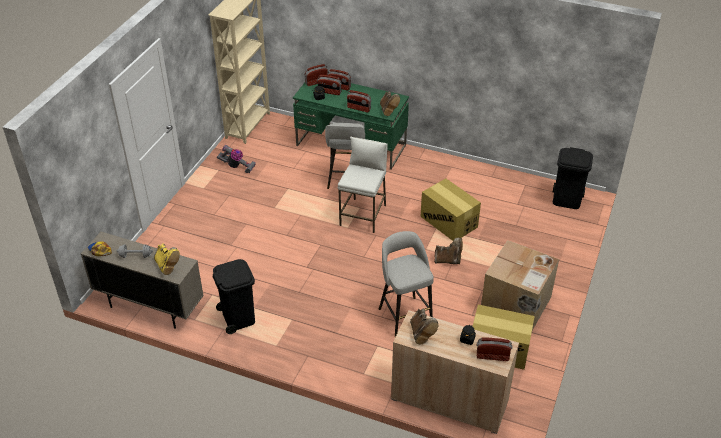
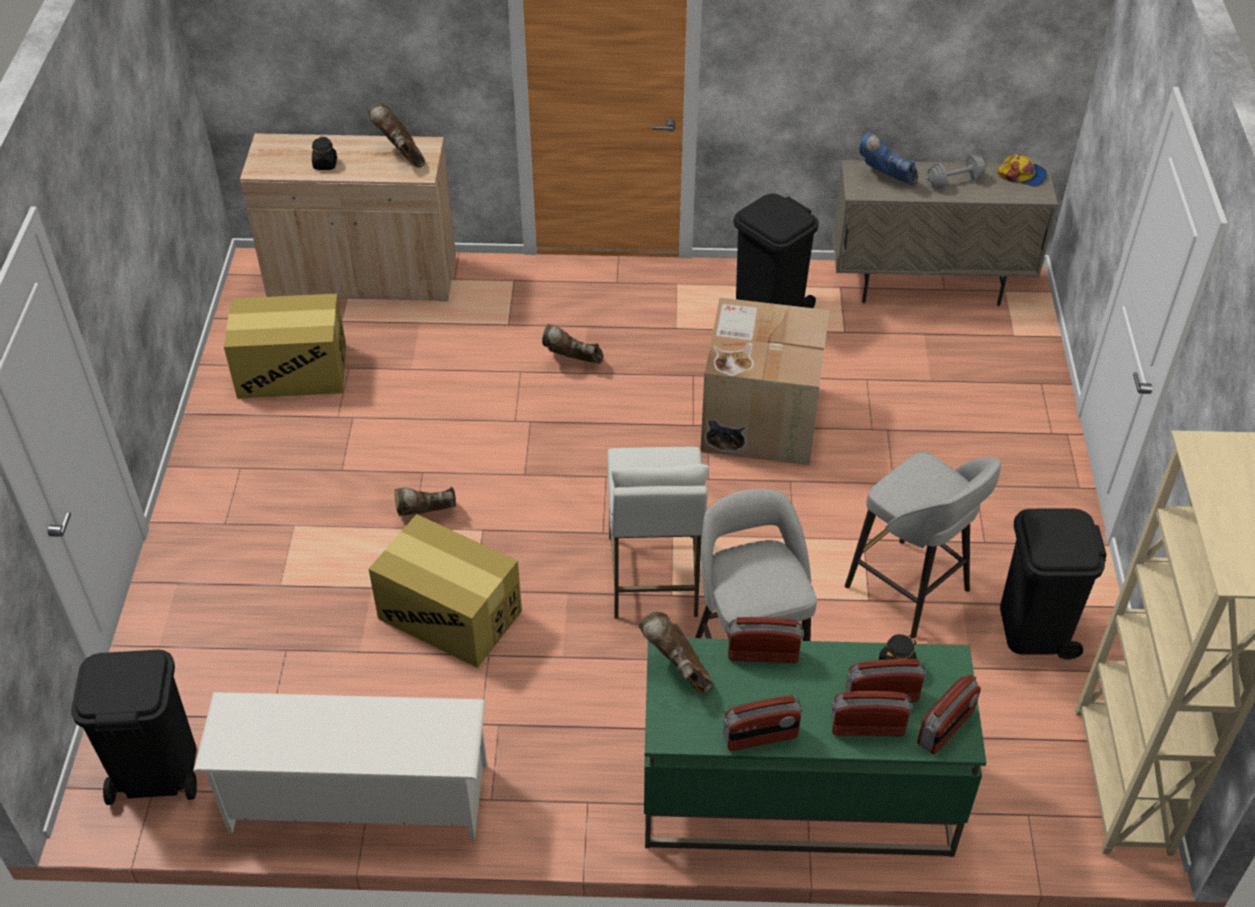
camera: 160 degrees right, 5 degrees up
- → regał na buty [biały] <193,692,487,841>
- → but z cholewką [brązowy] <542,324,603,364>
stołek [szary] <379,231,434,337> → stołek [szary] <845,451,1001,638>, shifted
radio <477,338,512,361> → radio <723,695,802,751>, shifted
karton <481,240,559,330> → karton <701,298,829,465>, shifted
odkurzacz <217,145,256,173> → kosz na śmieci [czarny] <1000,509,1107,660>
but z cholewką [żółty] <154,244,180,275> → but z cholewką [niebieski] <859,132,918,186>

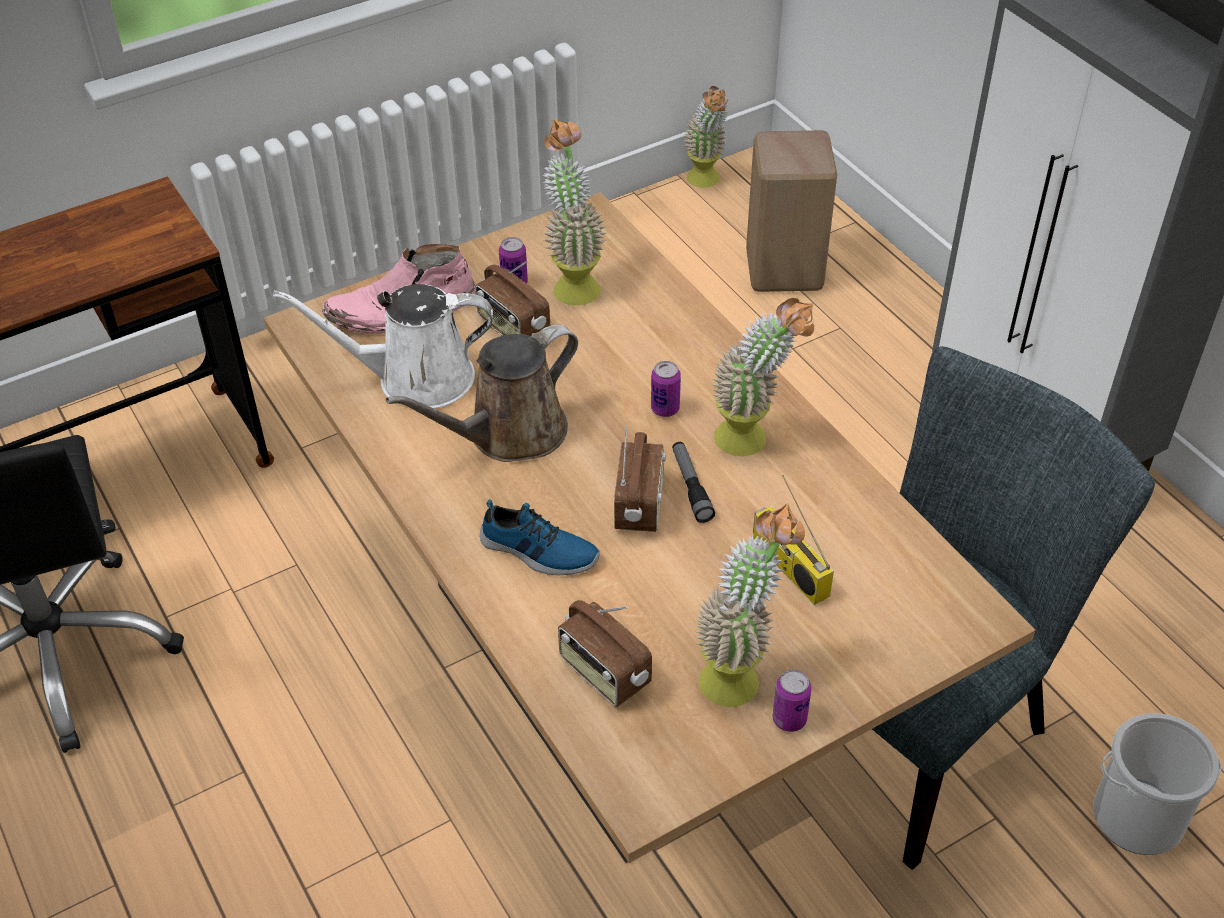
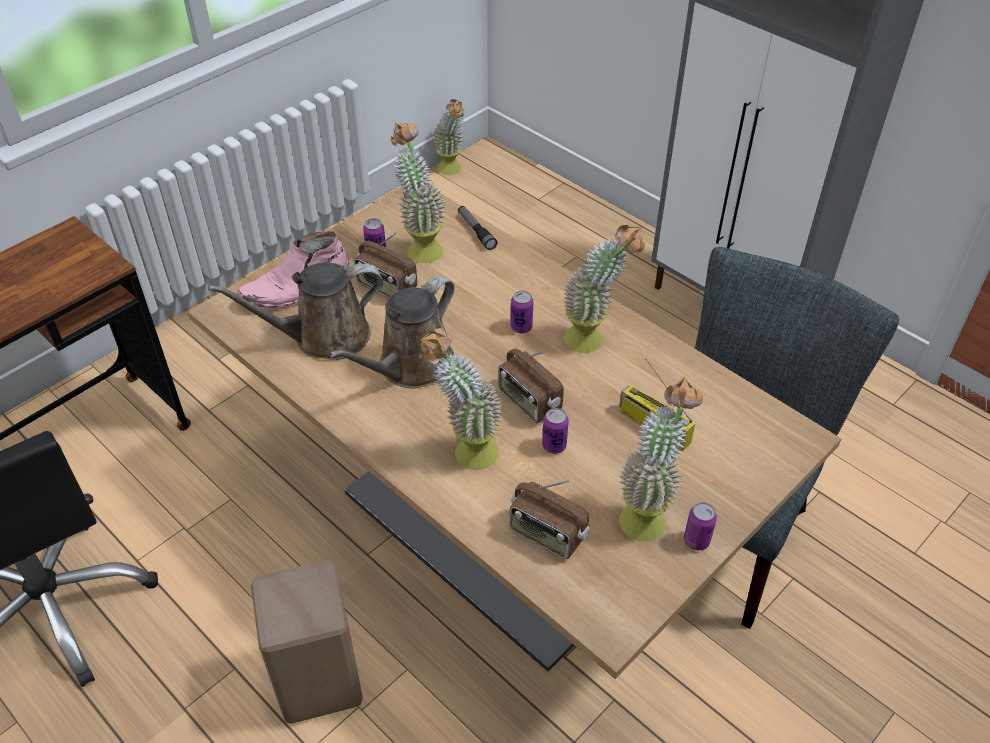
camera: 15 degrees left, 0 degrees up
wiadro <1093,713,1221,855> → -
- → puszka <542,408,569,454>
latarka <672,442,715,523> → latarka <458,206,498,250>, shifted
stołek [beżowy] <746,130,837,292> → stołek [beżowy] <251,560,363,723>, shifted
but <480,499,600,575> → roślina doniczkowa <419,328,503,470>
konewka [biały] <273,284,493,408> → konewka [brązowy] <208,263,383,360>
radio <614,425,666,532> → radio <499,349,564,423>, 150 degrees clockwise

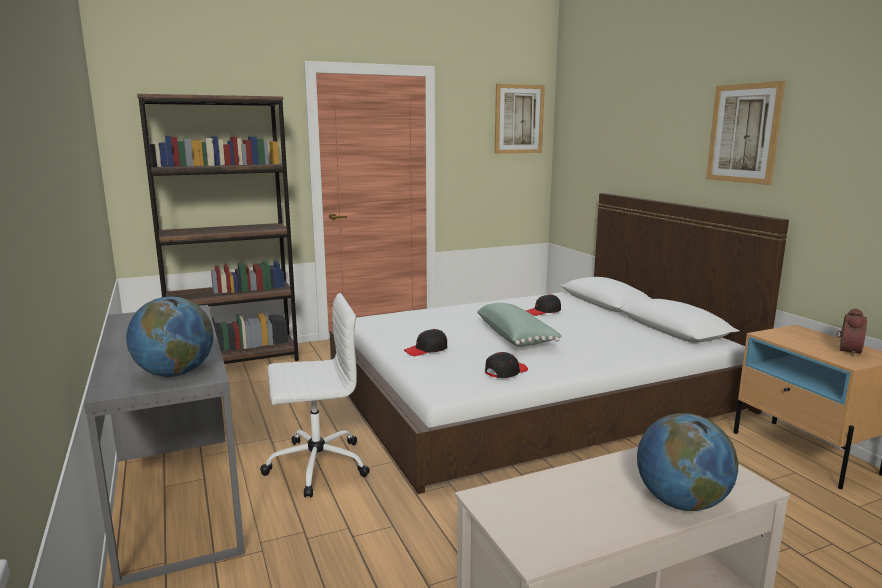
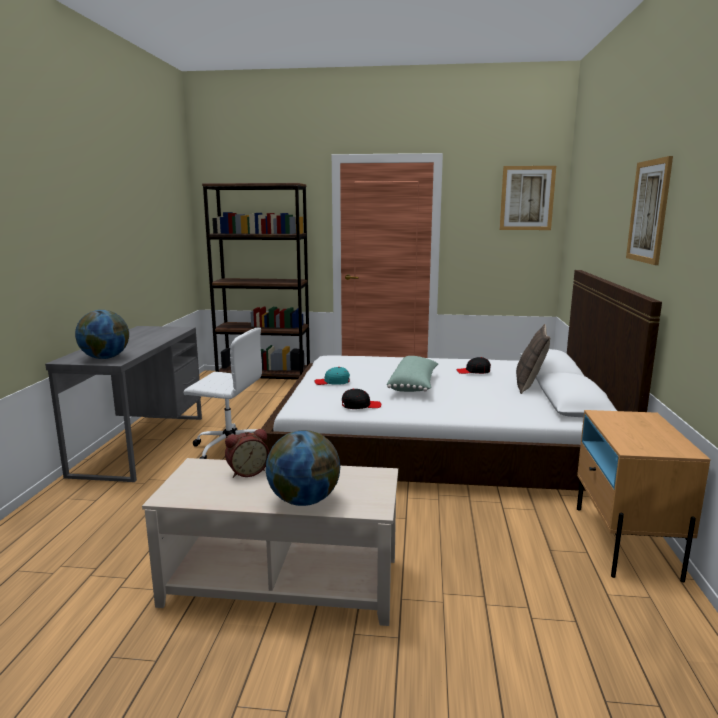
camera: 30 degrees right, 0 degrees up
- → poduszka <516,324,550,394>
budzik <836,308,867,356> → budzik <225,429,269,478>, shifted
czapka z daszkiem [czarny] <404,329,447,356> → czapka z daszkiem [turkusowy] <315,367,350,385>

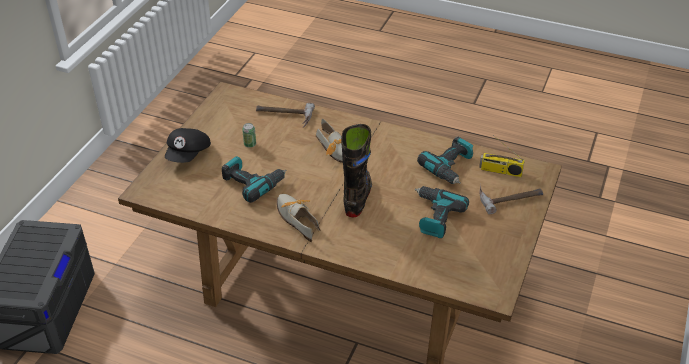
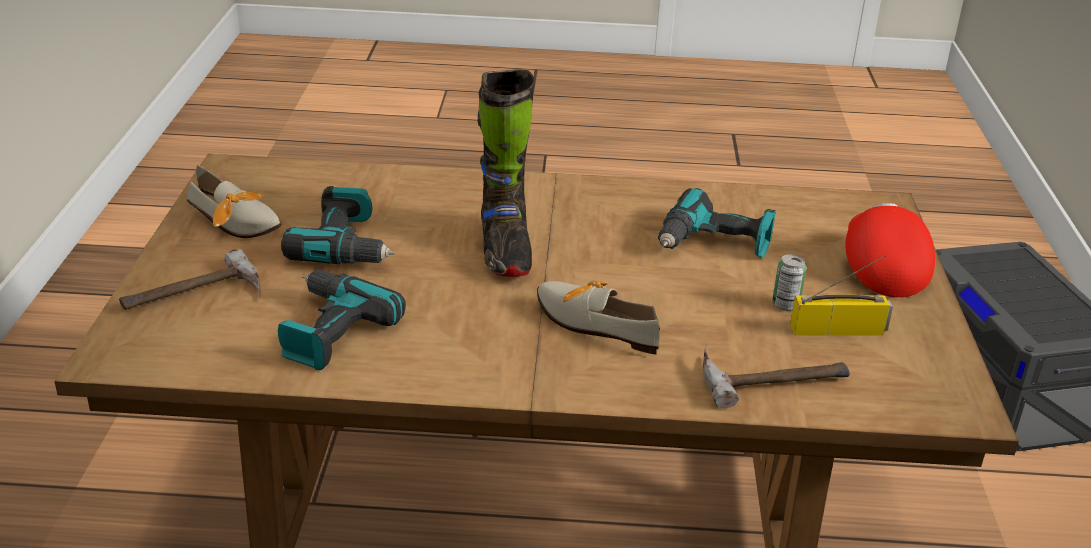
camera: 160 degrees right, 10 degrees down
but <277,194,321,243> → but <187,165,282,238>, shifted
radio <479,135,525,177> → radio <790,255,893,336>, shifted
czapka z daszkiem [czarny] <165,128,211,163> → czapka z daszkiem [czerwony] <845,203,935,297>

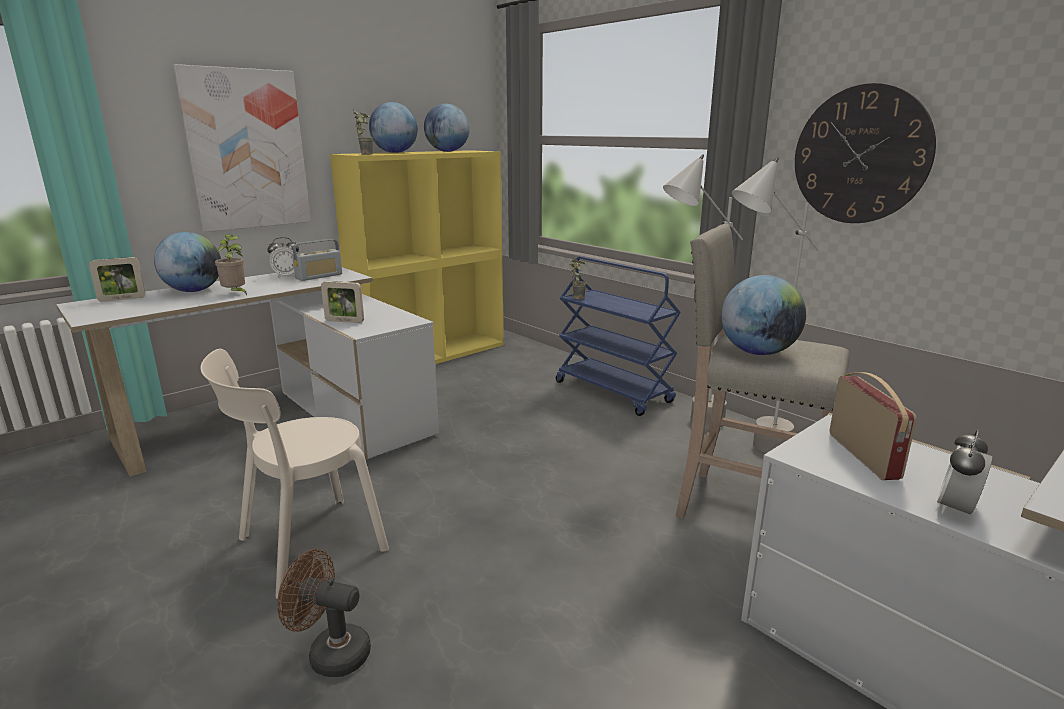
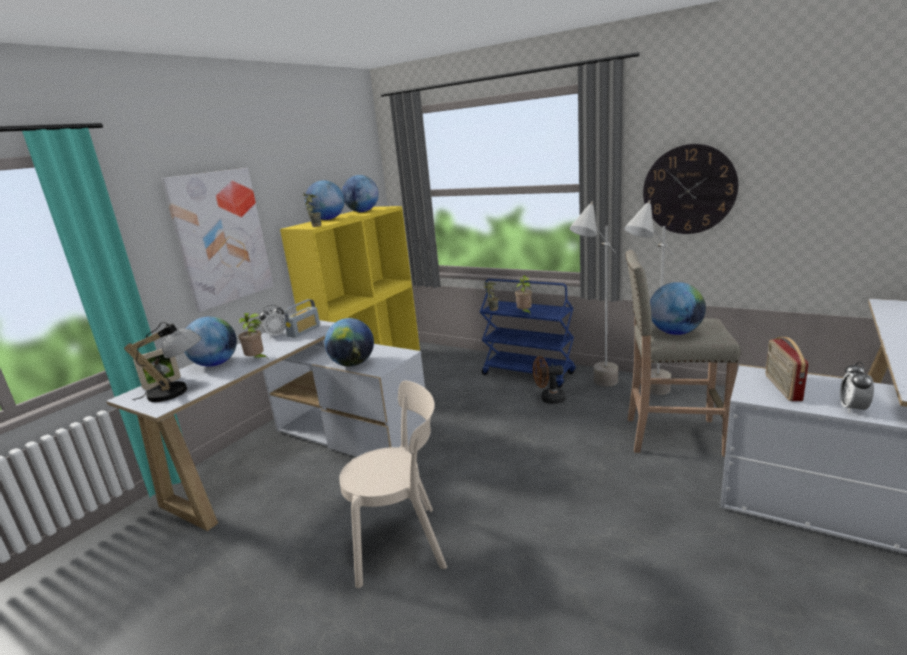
camera: 15 degrees left, 0 degrees up
- → lampa stołowa <124,322,201,402>
- → roślina doniczkowa <515,275,532,315>
wentylator [brązowy] <277,549,371,677> → wentylator [brązowy] <533,356,566,404>, shifted
ramka na zdjęcie <321,281,364,323> → globus <325,318,374,367>
krzesło [beżowy] <200,349,389,599> → krzesło [beżowy] <340,381,447,588>, 135 degrees counterclockwise
radio <829,372,917,480> → radio <765,337,809,401>, 150 degrees counterclockwise

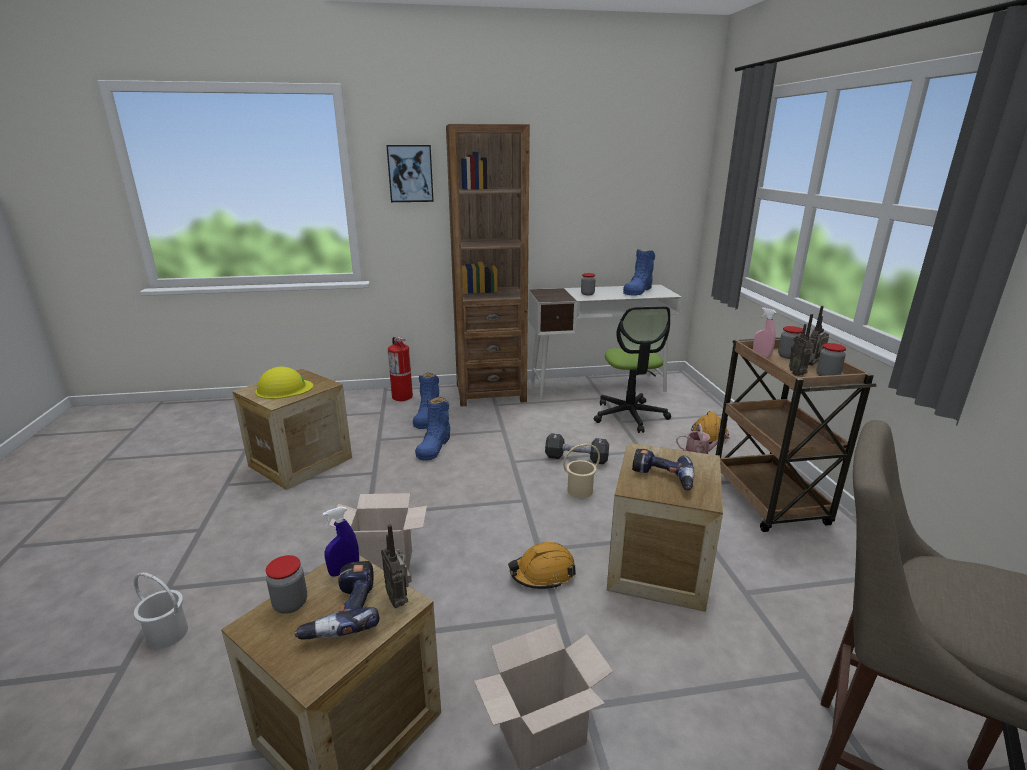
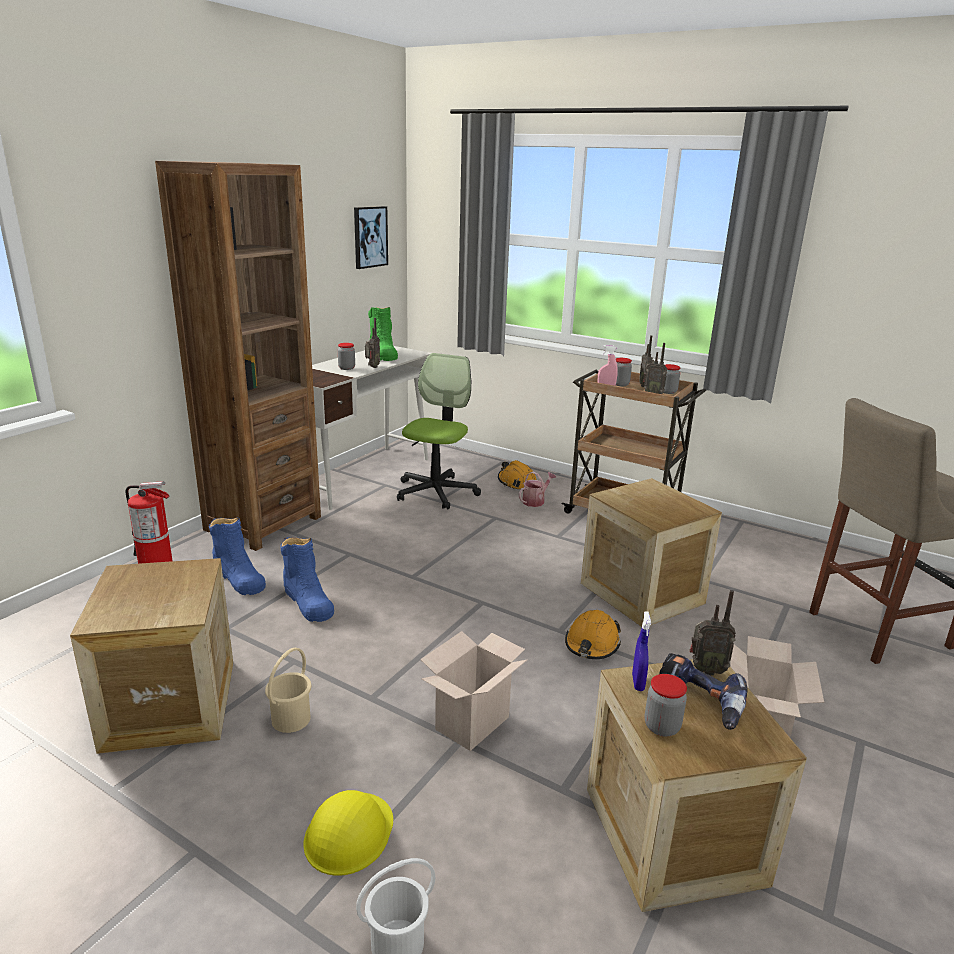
camera: 50 degrees left, 0 degrees up
hantel [czarny] <545,433,609,464> → -
wiertarka <632,449,695,490> → -
- → radio <365,318,380,368>
kask [żółty] <255,367,313,399> → kask [żółty] <303,790,393,876>, shifted
obraz <386,145,434,202> → obraz <354,206,388,269>, shifted
wiadro [beżowy] <563,443,600,498> → wiadro [beżowy] <265,648,311,733>, shifted
but z cholewką [niebieski] <623,249,655,295> → but z cholewką [zielony] <368,307,398,361>
krzesło biurowe <594,306,671,433> → krzesło biurowe <397,353,481,509>, 105 degrees counterclockwise

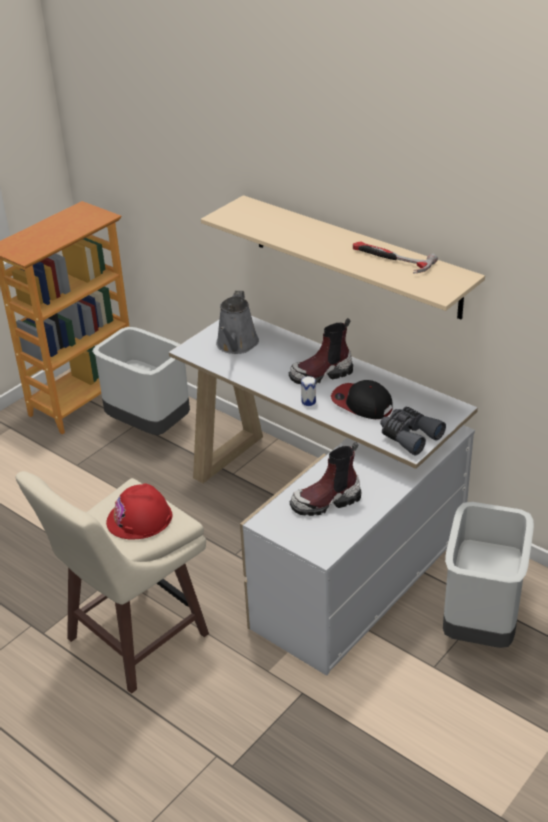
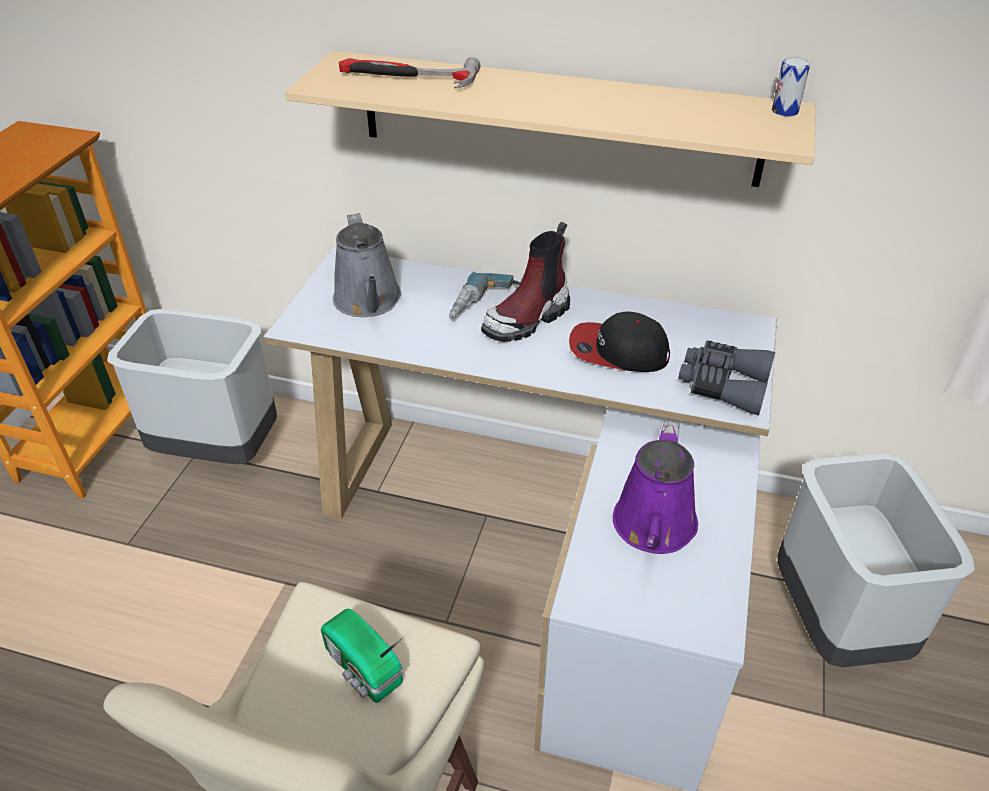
camera: 25 degrees left, 5 degrees up
- → wiertarka <449,272,520,319>
puszka <301,376,316,406> → puszka <772,57,810,117>, shifted
młotek <353,241,438,273> → młotek <339,57,480,89>, shifted
kask [czerwony] <106,483,172,540> → radio <321,609,403,703>
but z cholewką <290,442,361,516> → konewka [fioletowy] <613,421,698,554>

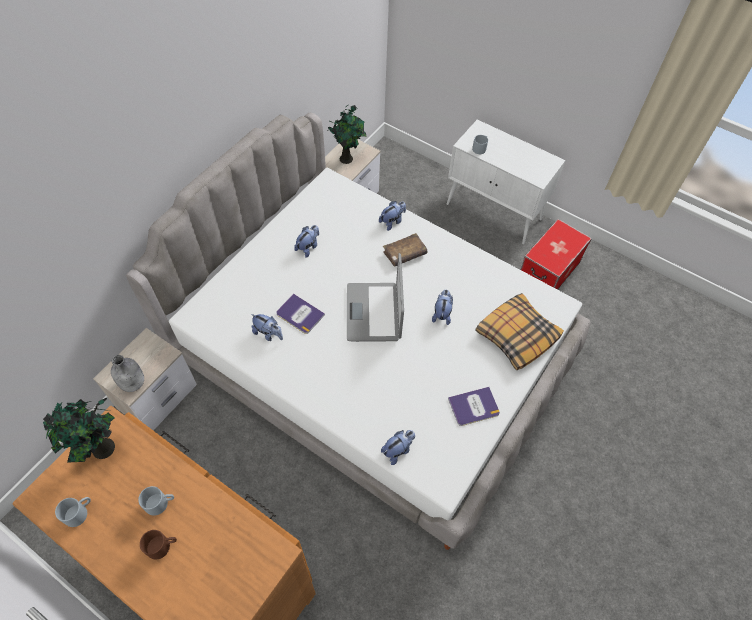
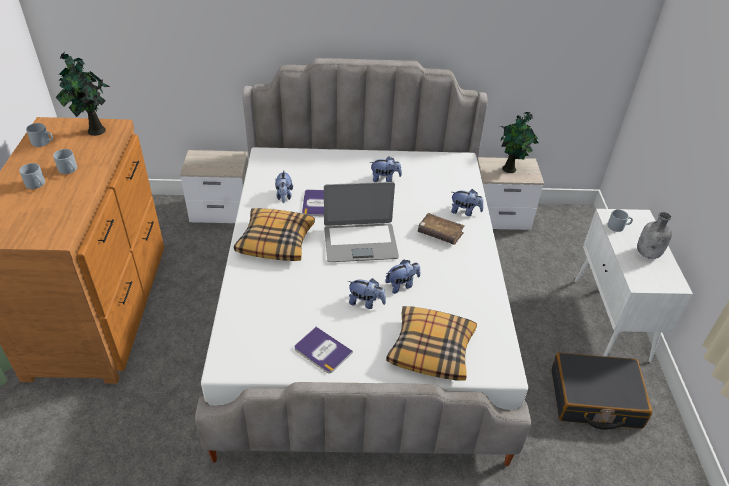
camera: 55 degrees right, 15 degrees down
- → poduszka <234,208,315,261>
butelka [szary] <111,355,144,392> → butelka [szary] <637,212,672,259>, shifted
pluszak <381,430,415,465> → pluszak <348,278,386,309>, shifted
pojemnik do przechowywania <521,219,592,290> → walizka [czarny] <551,352,652,430>
kubek [brązowy] <140,530,177,559> → kubek [szary] <19,163,45,189>
laptop <347,253,404,342> → laptop <324,182,399,262>, 150 degrees counterclockwise

